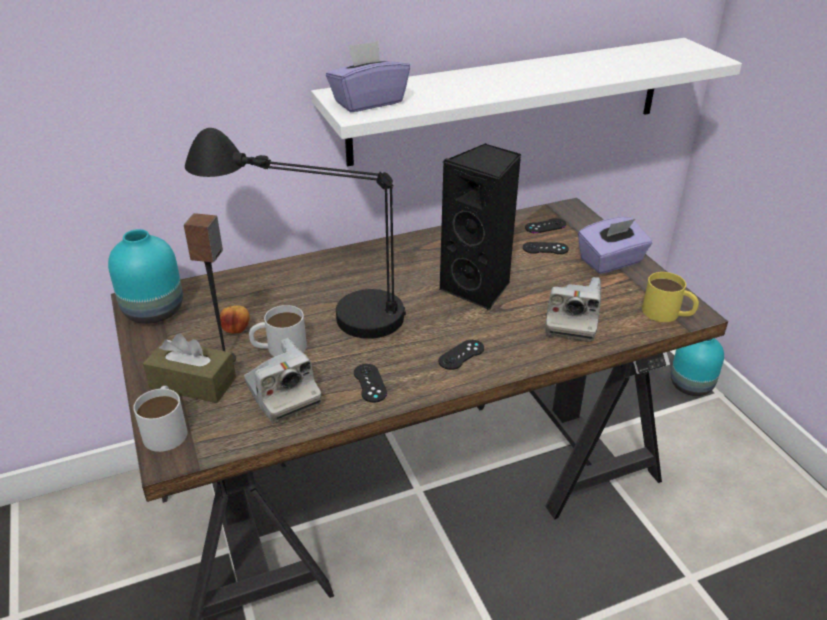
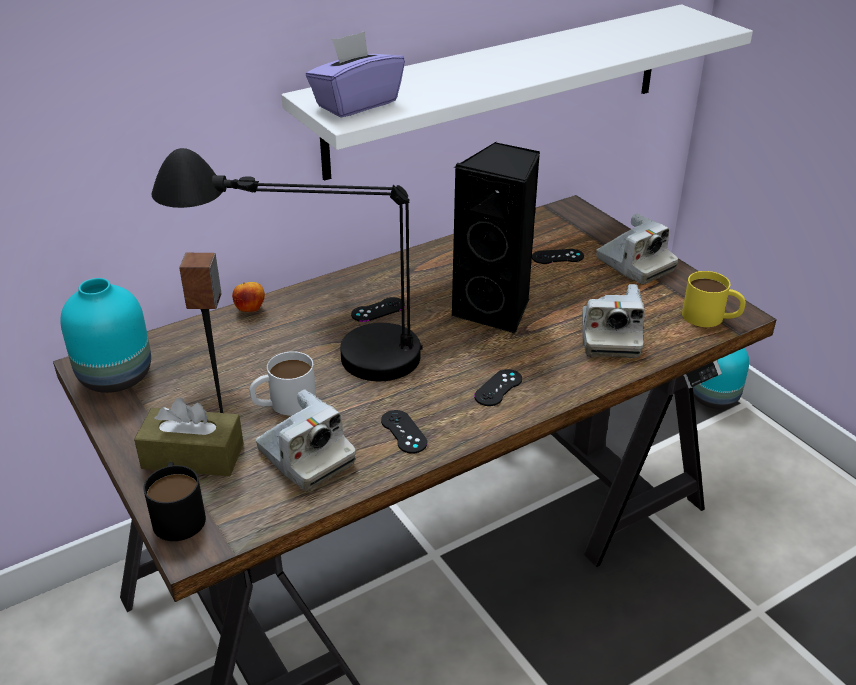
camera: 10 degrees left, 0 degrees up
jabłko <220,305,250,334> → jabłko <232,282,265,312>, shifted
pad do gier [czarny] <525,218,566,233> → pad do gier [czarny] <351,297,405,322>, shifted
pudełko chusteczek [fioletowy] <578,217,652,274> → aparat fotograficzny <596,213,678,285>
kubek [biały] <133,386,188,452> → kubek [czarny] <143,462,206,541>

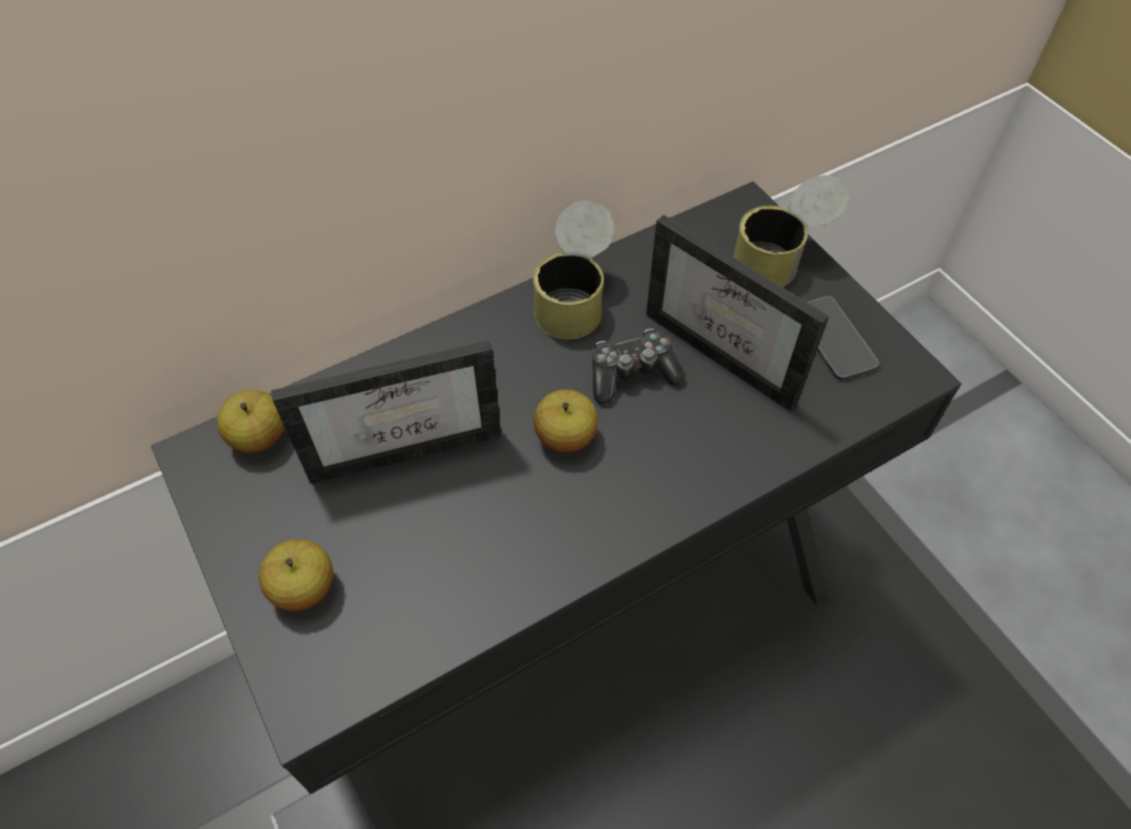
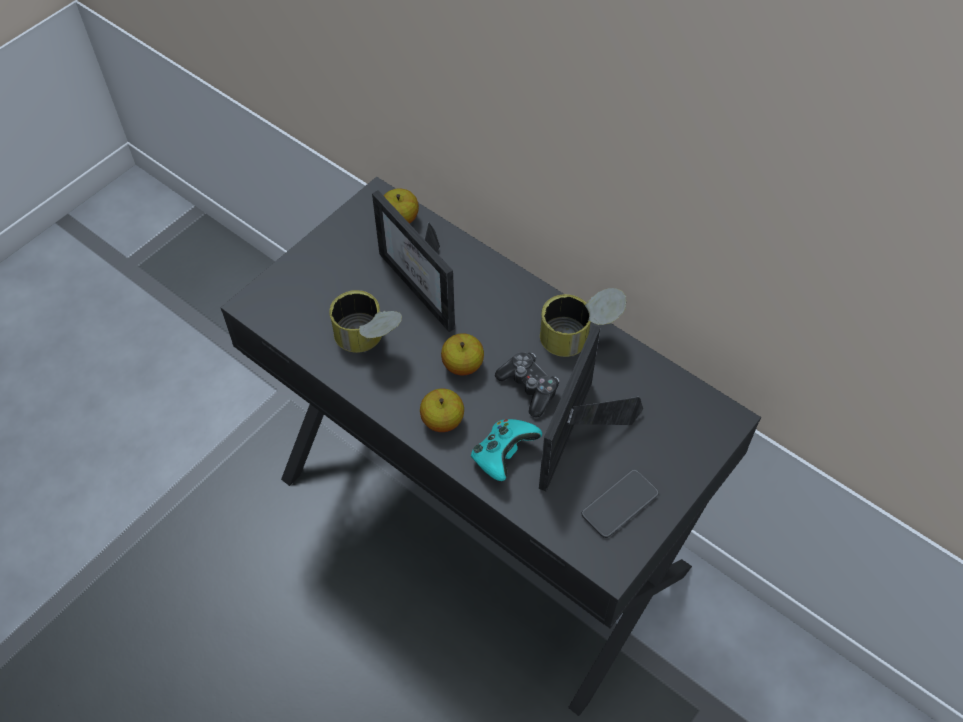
camera: 70 degrees right, 0 degrees up
- → pad do gier [turkusowy] <471,419,542,481>
jabłko <259,539,333,611> → jabłko <420,389,464,432>, shifted
puszka <733,175,850,287> → puszka <329,290,402,353>, shifted

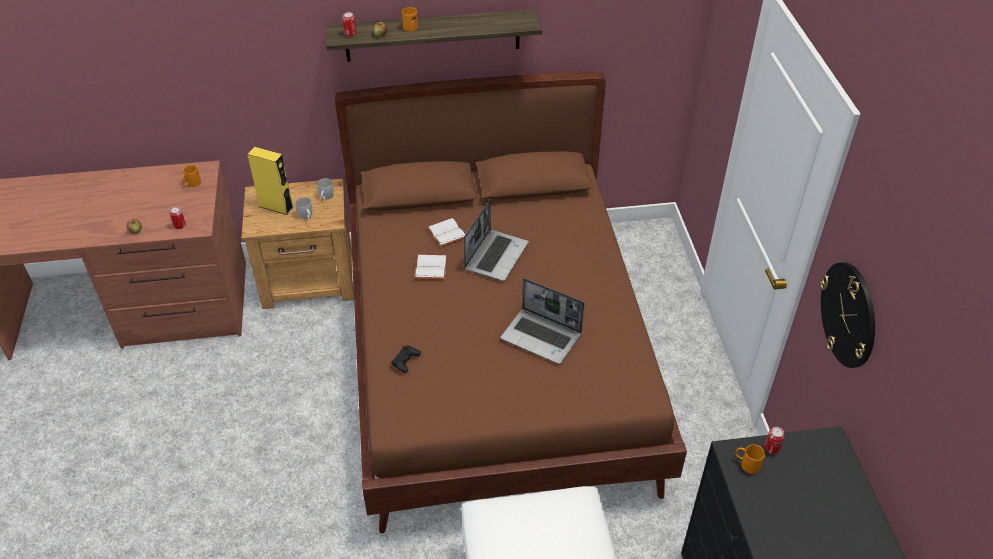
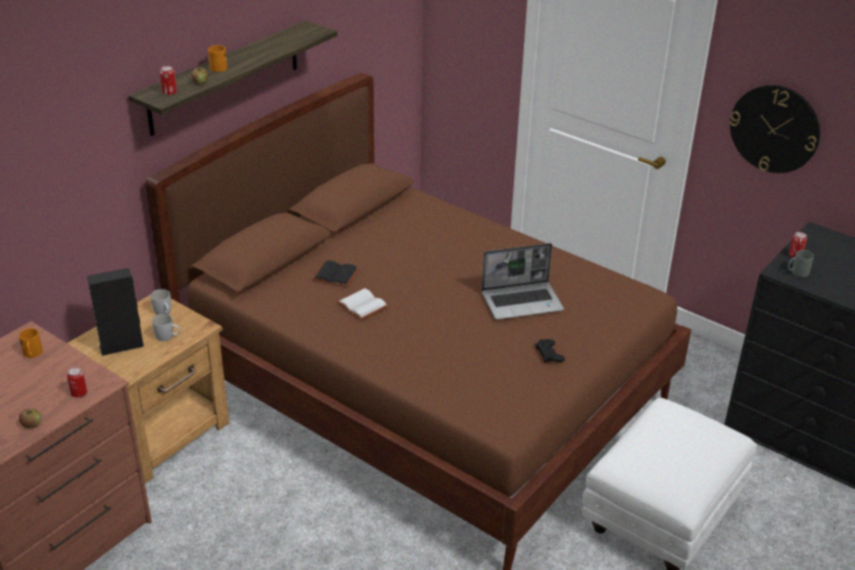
camera: 45 degrees left, 10 degrees down
laptop <463,200,529,281> → -
pad do gier [czarny] <391,345,421,373> → pad do gier [czarny] <535,339,565,363>, shifted
głośnik [żółty] <247,147,293,215> → głośnik [czarny] <87,268,144,356>
książka [biały] <426,218,465,247> → książka [czarny] <312,260,359,287>
kubek [pomarańczowy] <735,444,765,474> → kubek [szary] <788,250,814,277>

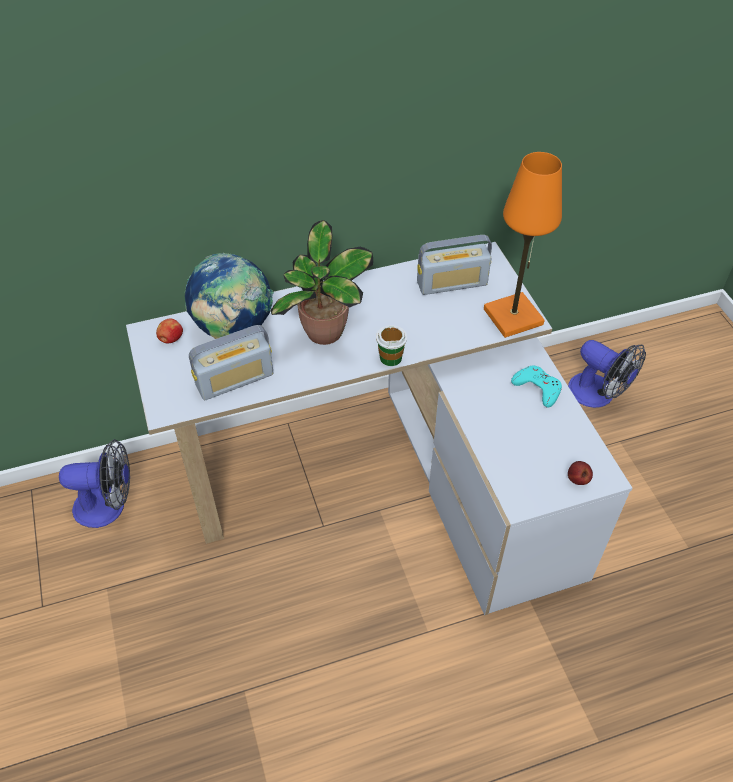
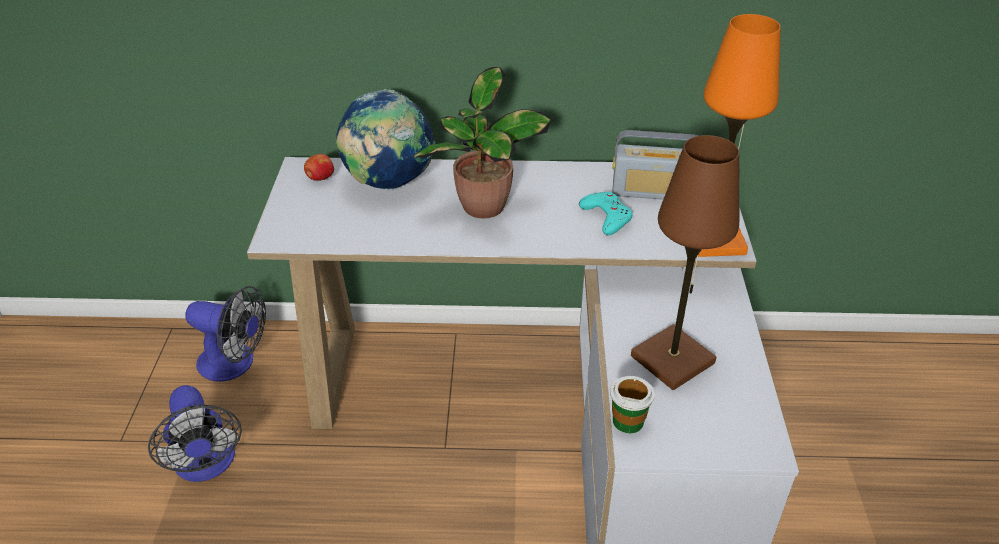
camera: 20 degrees right, 10 degrees down
radio <189,325,274,400> → -
jabłko <568,461,593,485> → -
- → lampa stołowa [brązowy] <631,135,739,390>
filiżanka <376,325,407,366> → filiżanka <610,376,655,433>, shifted
pad do gier [turkusowy] <511,366,562,408> → pad do gier [turkusowy] <579,192,633,235>, shifted
wentylator <568,340,646,408> → wentylator <148,385,242,482>, shifted

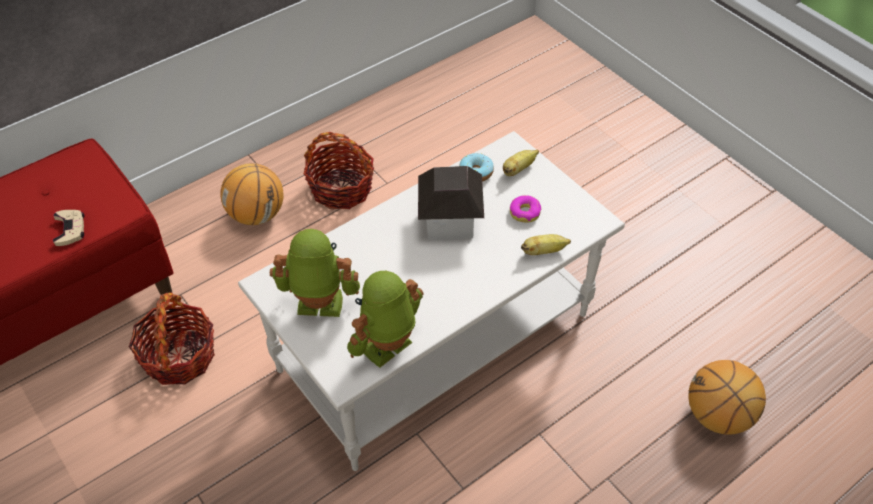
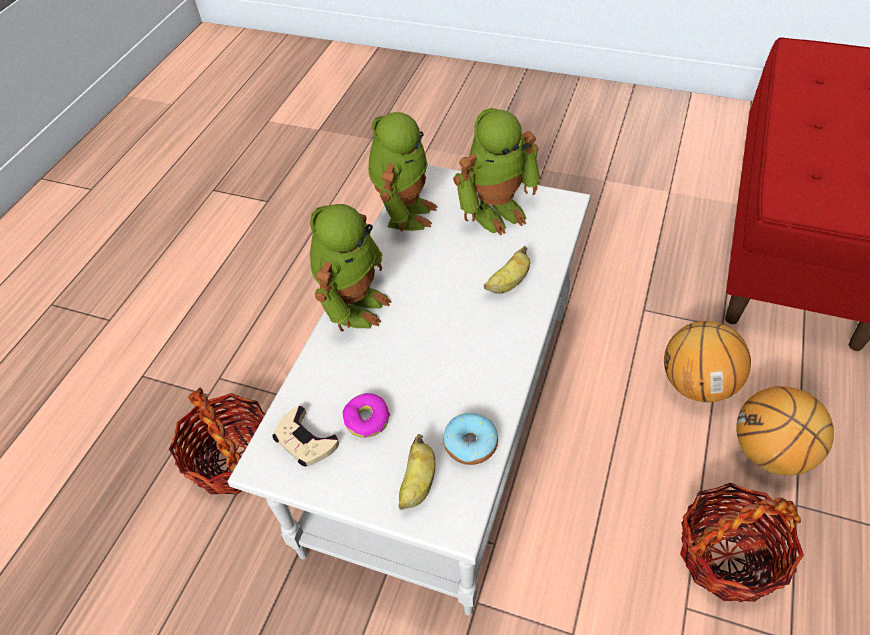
camera: 150 degrees right, 0 degrees up
domek <418,166,484,241> → -
- → robot zabawkowy <310,204,392,331>
pad do gier [beżowy] <53,210,84,246> → pad do gier [beżowy] <273,406,339,466>, shifted
koszyk <129,292,215,385> → koszyk <169,388,266,495>, shifted
banan <521,234,571,255> → banan <484,246,530,294>, shifted
piłka do koszykówki <688,360,766,435> → piłka do koszykówki <664,321,751,402>, shifted

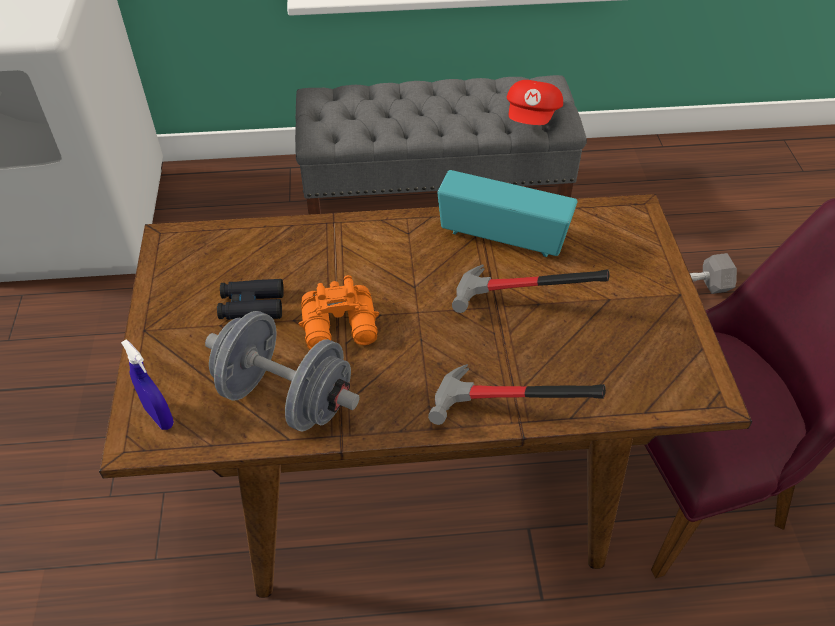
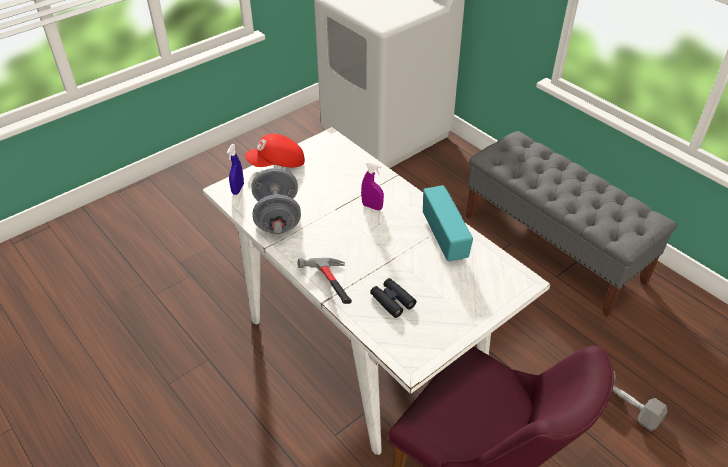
camera: 55 degrees right, 5 degrees down
lornetka [pomarańczowy] <299,275,379,349> → -
młotek <452,265,610,313> → -
- → spryskiwacz [fioletowy] <361,162,384,210>
lornetka [czarny] <217,279,284,320> → lornetka [czarny] <370,278,416,318>, shifted
czapka z daszkiem [czerwony] <507,80,563,125> → czapka z daszkiem [czerwony] <245,134,305,167>, shifted
stół jadalny [brązowy] <99,194,752,598> → stół jadalny [biały] <202,127,551,455>

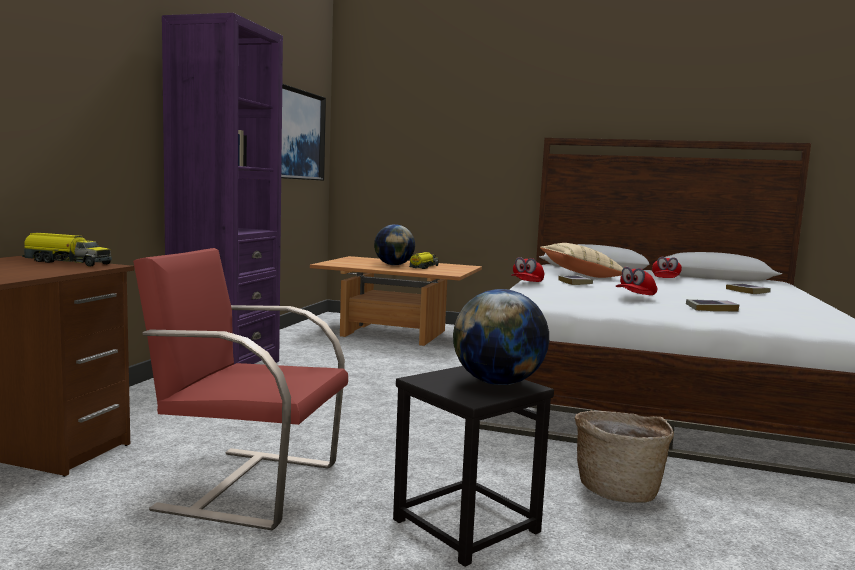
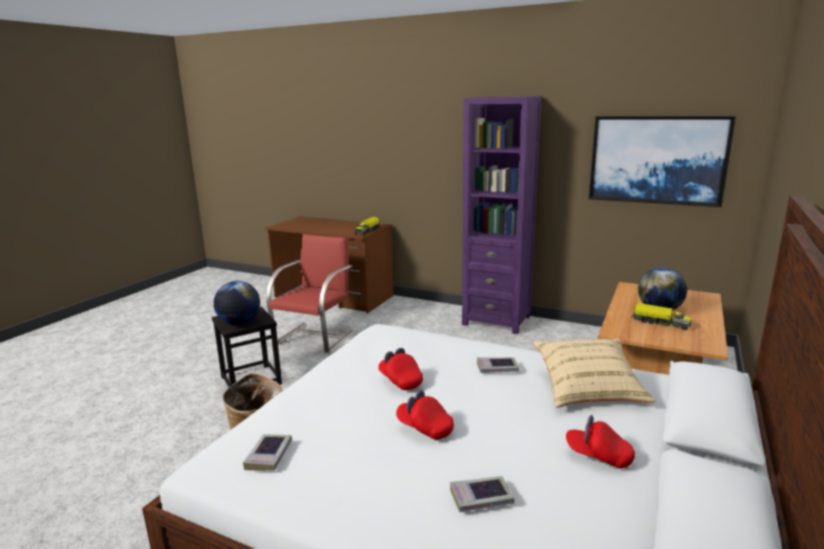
camera: 100 degrees right, 10 degrees up
czapka z daszkiem [czerwony] <511,257,544,282> → czapka z daszkiem [czerwony] <396,390,454,440>, shifted
książka <686,299,739,312> → książka <243,434,292,471>, shifted

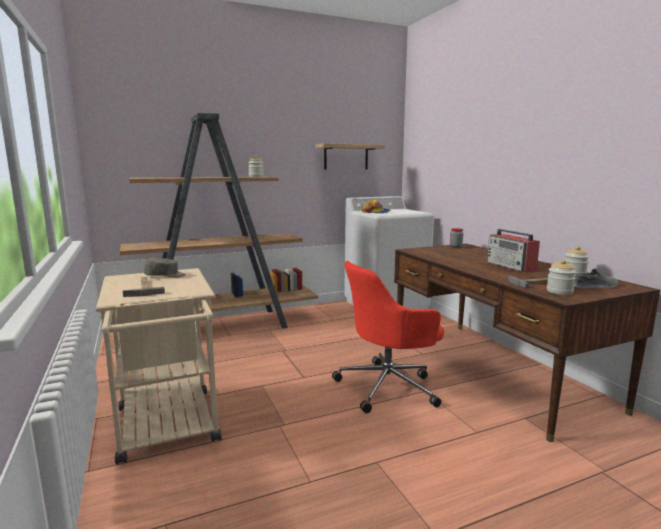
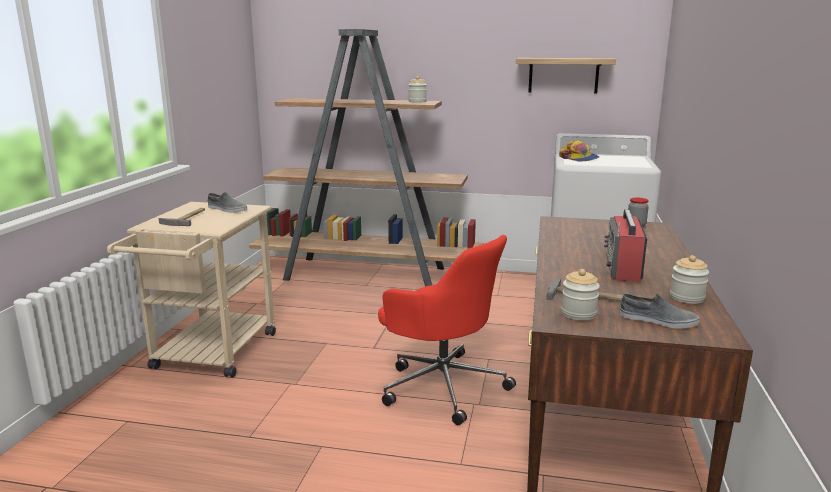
camera: 35 degrees right, 5 degrees up
czapka z daszkiem [szary] <144,257,186,278> → but [szary] <207,192,247,213>
krzesło biurowe [czerwony] <332,261,444,413> → krzesło biurowe [czerwony] <378,235,516,425>, 150 degrees counterclockwise

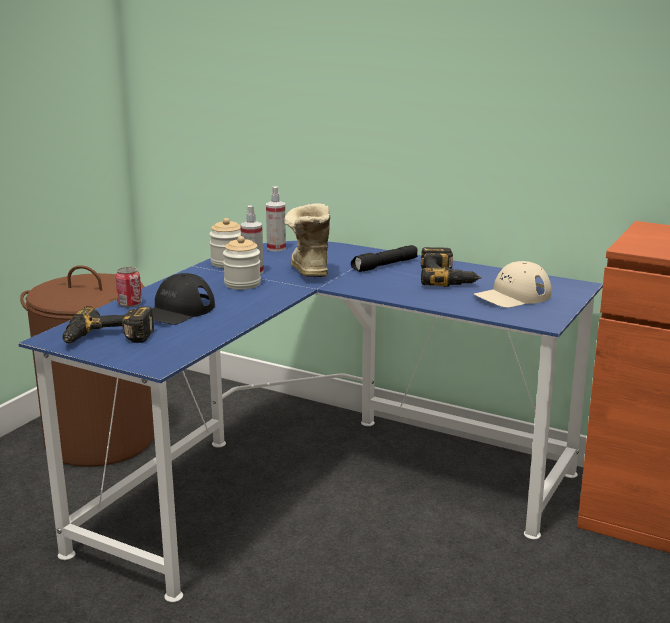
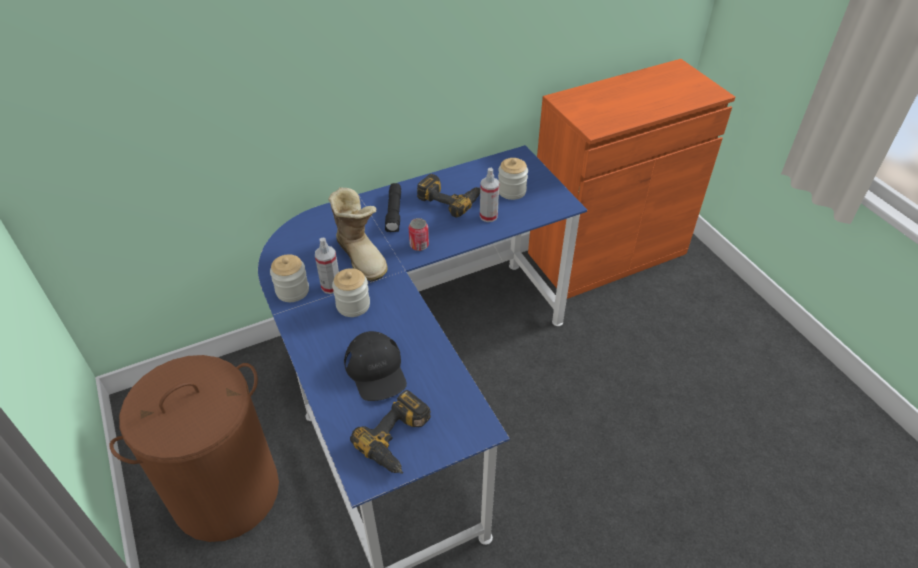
camera: 55 degrees left, 25 degrees up
puszka <115,267,142,307> → puszka <409,218,429,251>, shifted
spryskiwacz <266,186,286,252> → spryskiwacz <480,168,499,222>, shifted
czapka z daszkiem [beżowy] <474,261,552,308> → słoik <498,158,528,200>
but z cholewką <284,203,330,277> → but z cholewką <328,187,388,281>, 150 degrees counterclockwise

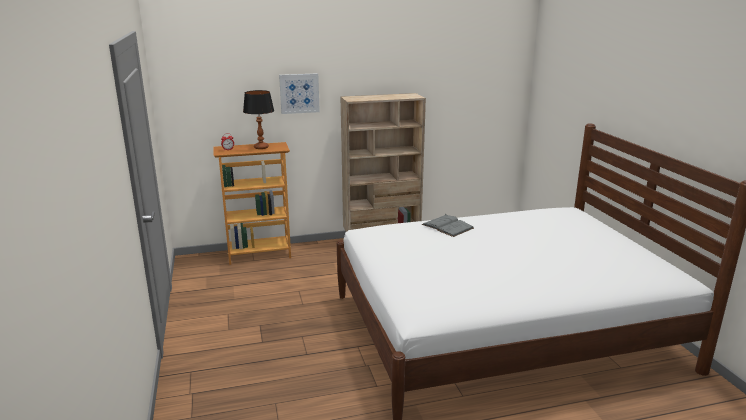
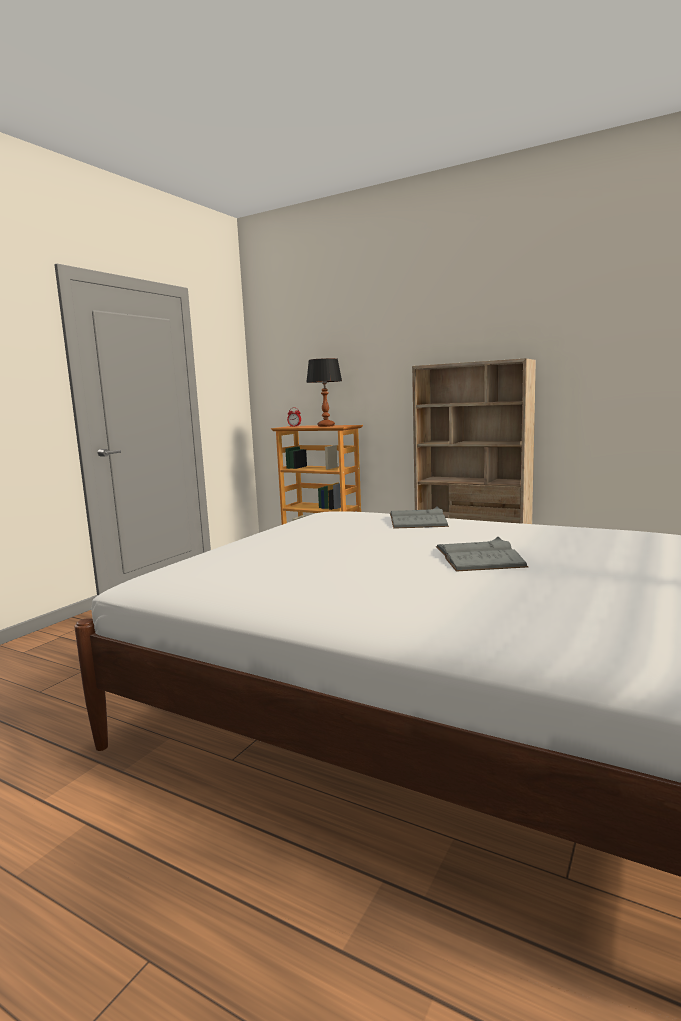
camera: 45 degrees right, 10 degrees down
obraz <279,73,320,114> → -
- → książka [szary] <436,537,528,572>

